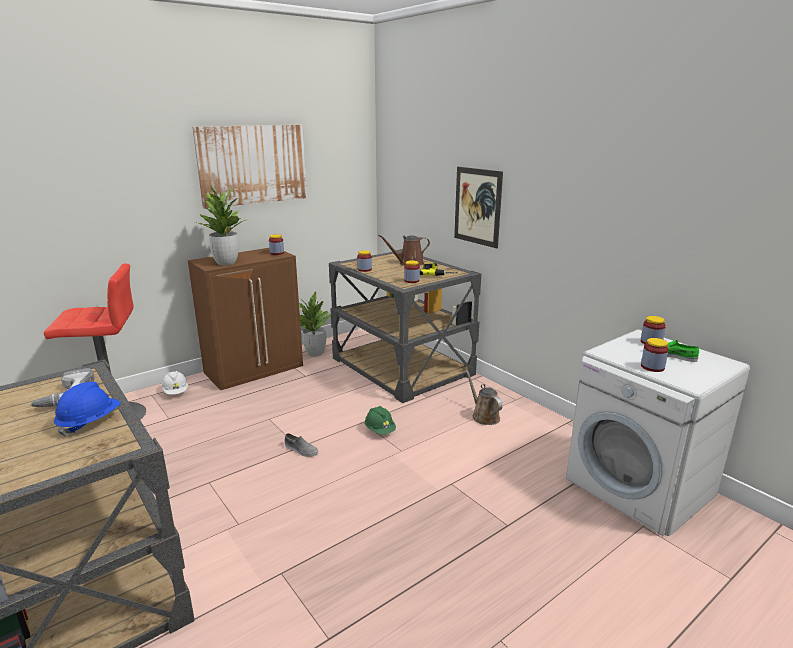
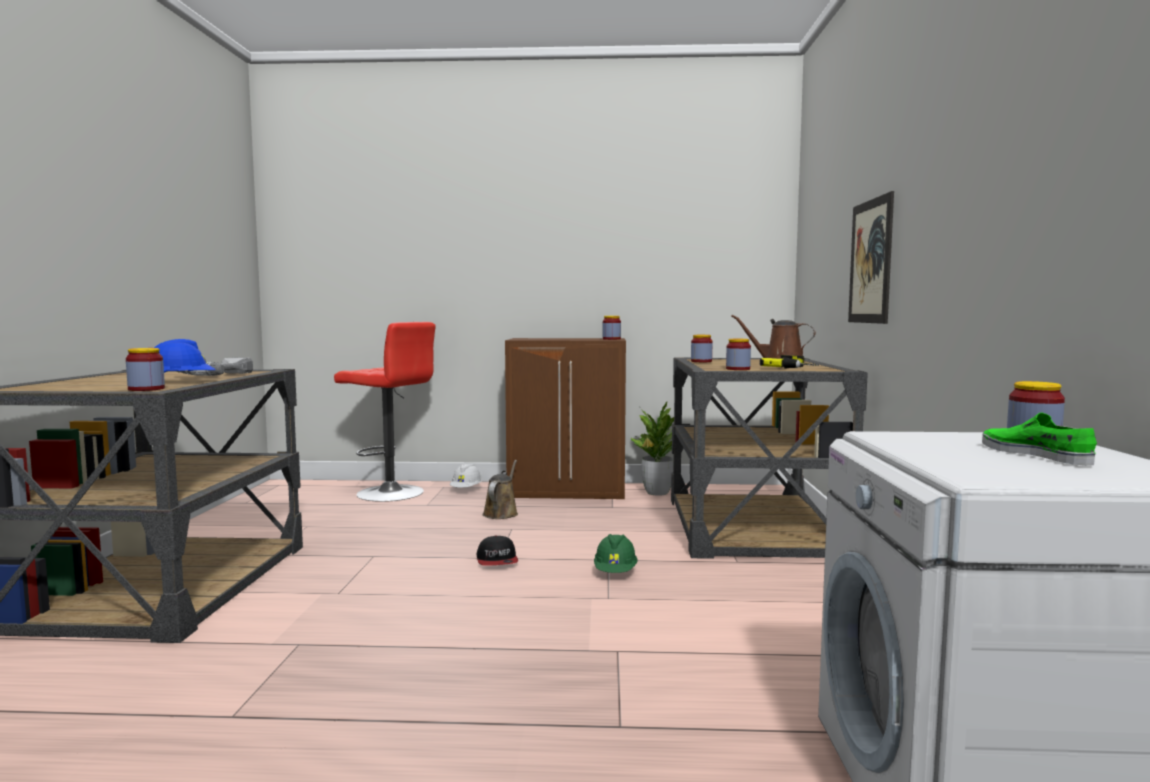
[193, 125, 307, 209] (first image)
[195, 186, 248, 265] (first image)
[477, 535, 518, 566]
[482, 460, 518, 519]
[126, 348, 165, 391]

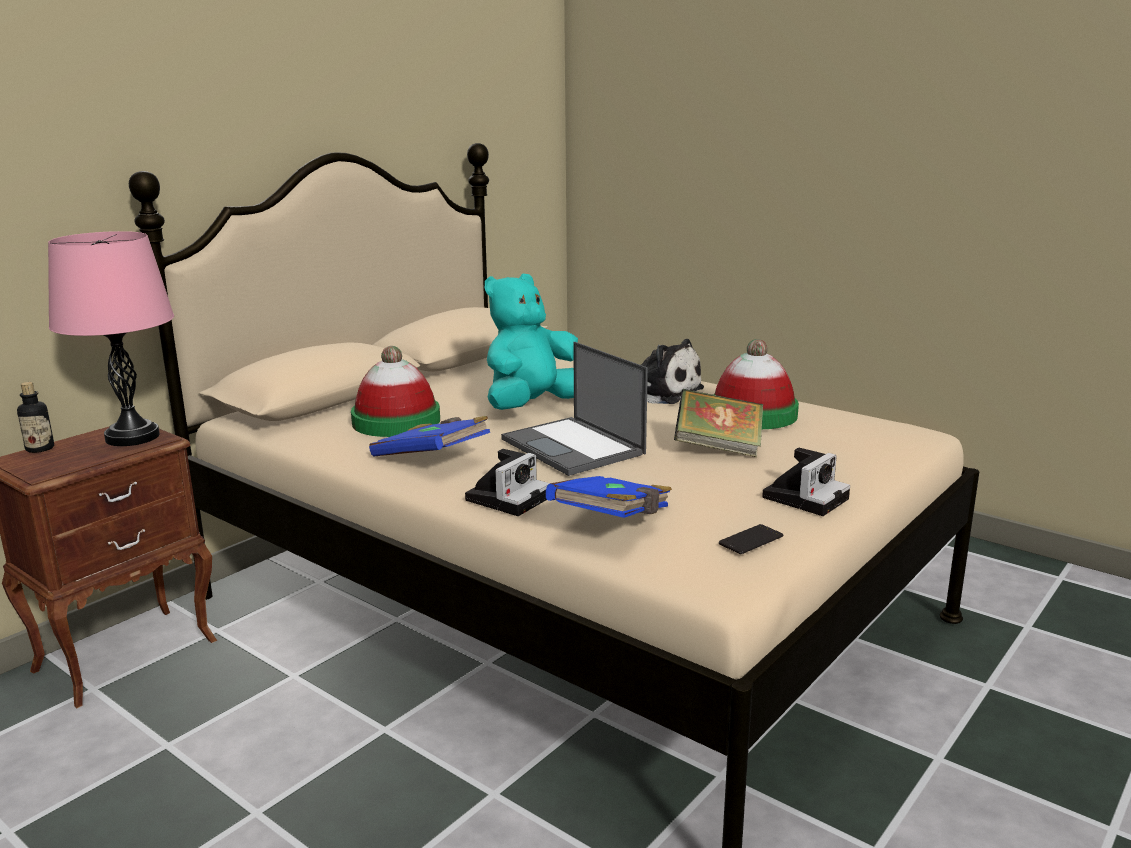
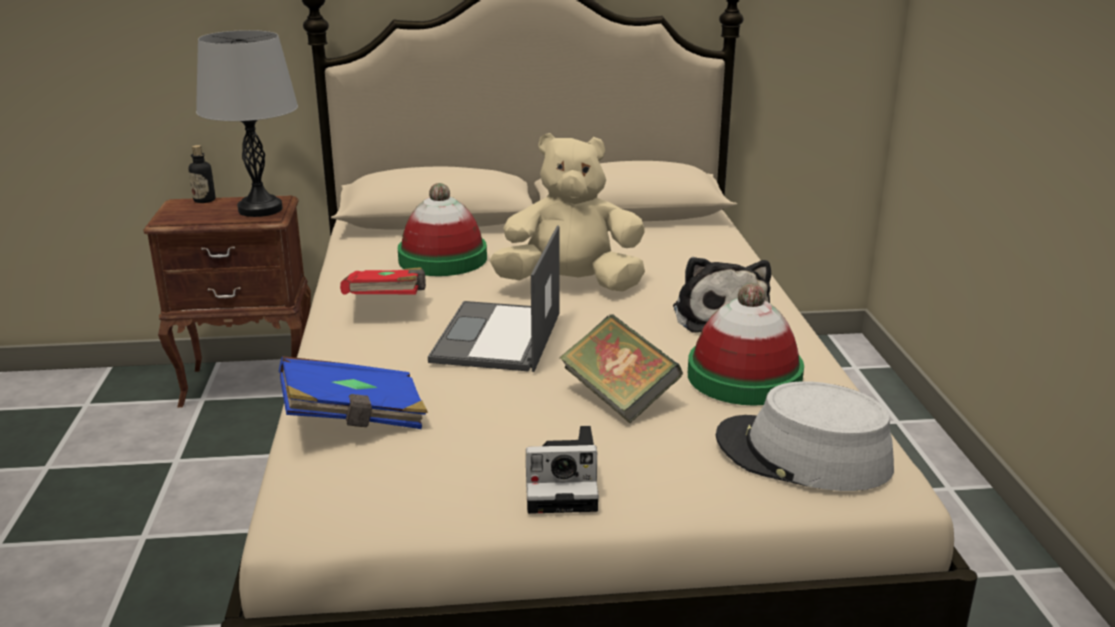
[196, 30, 298, 217]
[340, 267, 426, 295]
[465, 449, 550, 516] (first image)
[490, 133, 645, 292]
[719, 524, 783, 554] (first image)
[716, 381, 894, 491]

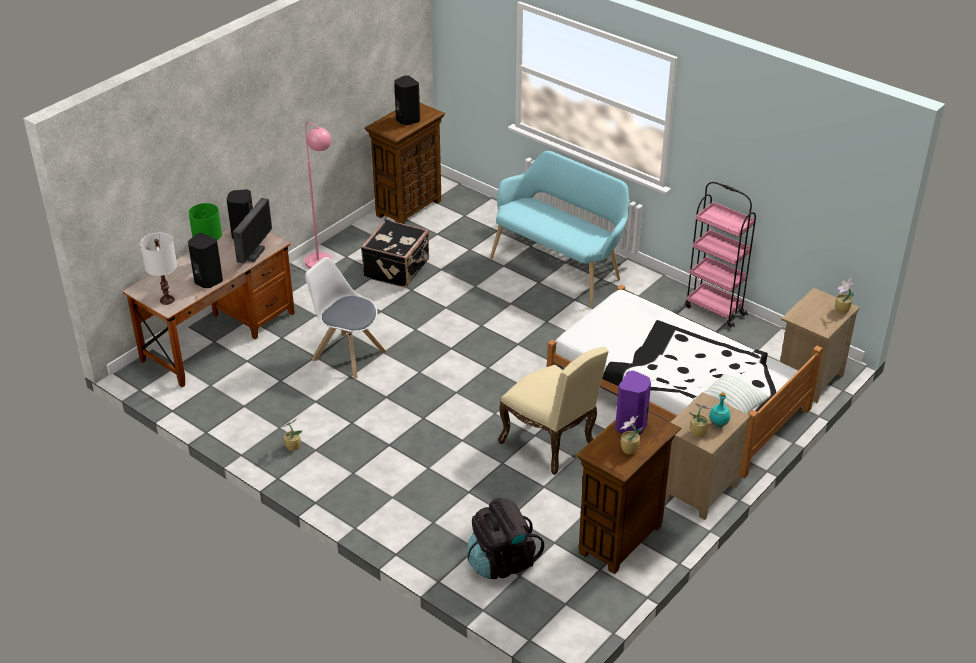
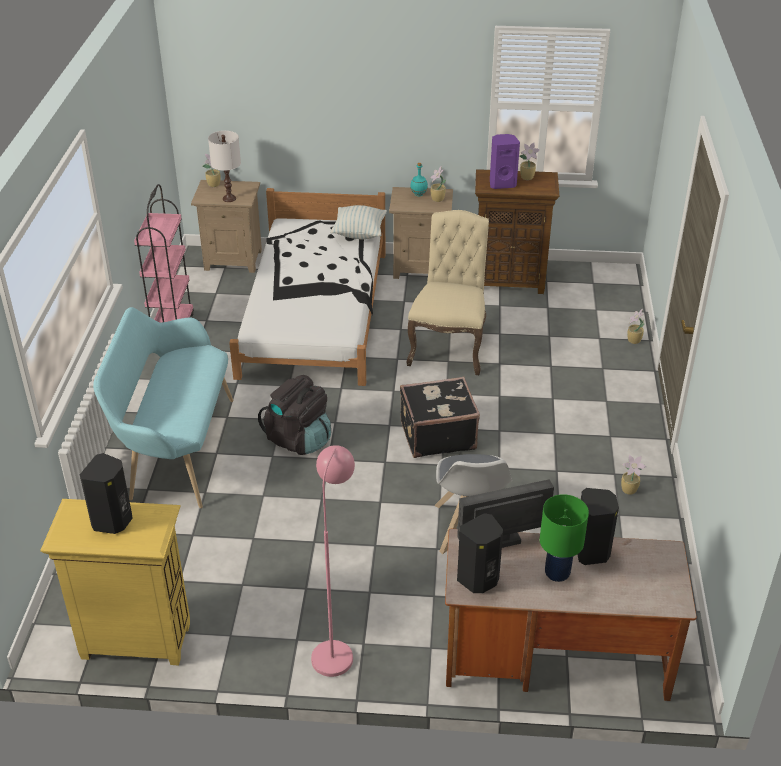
[208, 131, 241, 202]
[400, 377, 480, 458]
[40, 499, 190, 665]
[258, 375, 331, 455]
[627, 309, 644, 344]

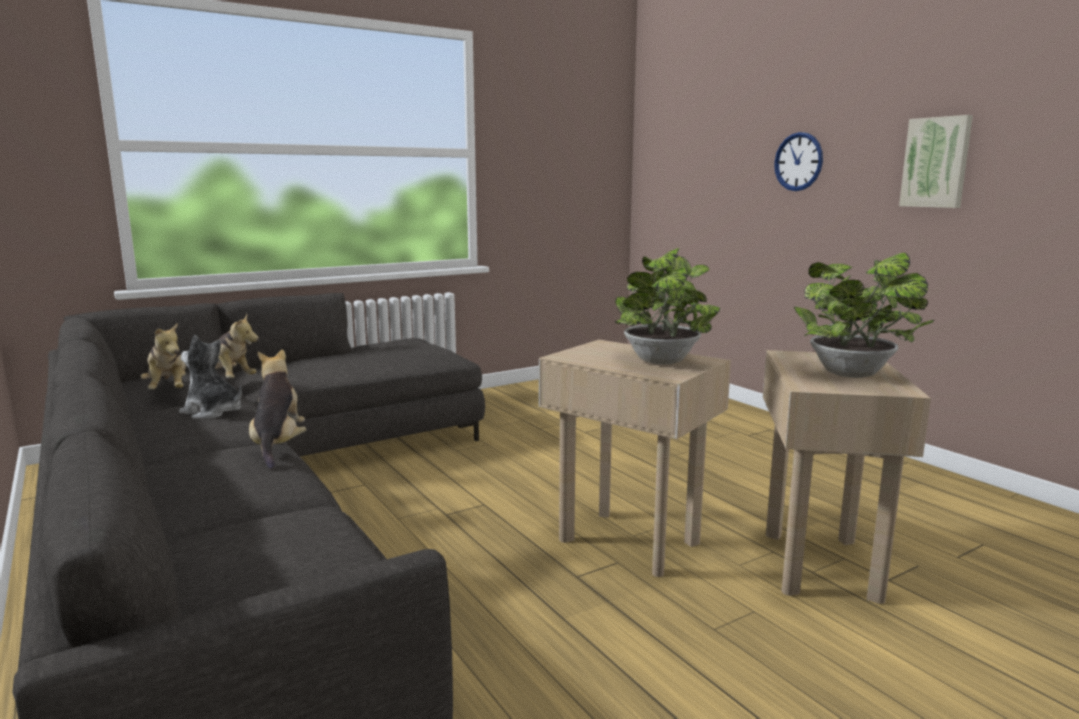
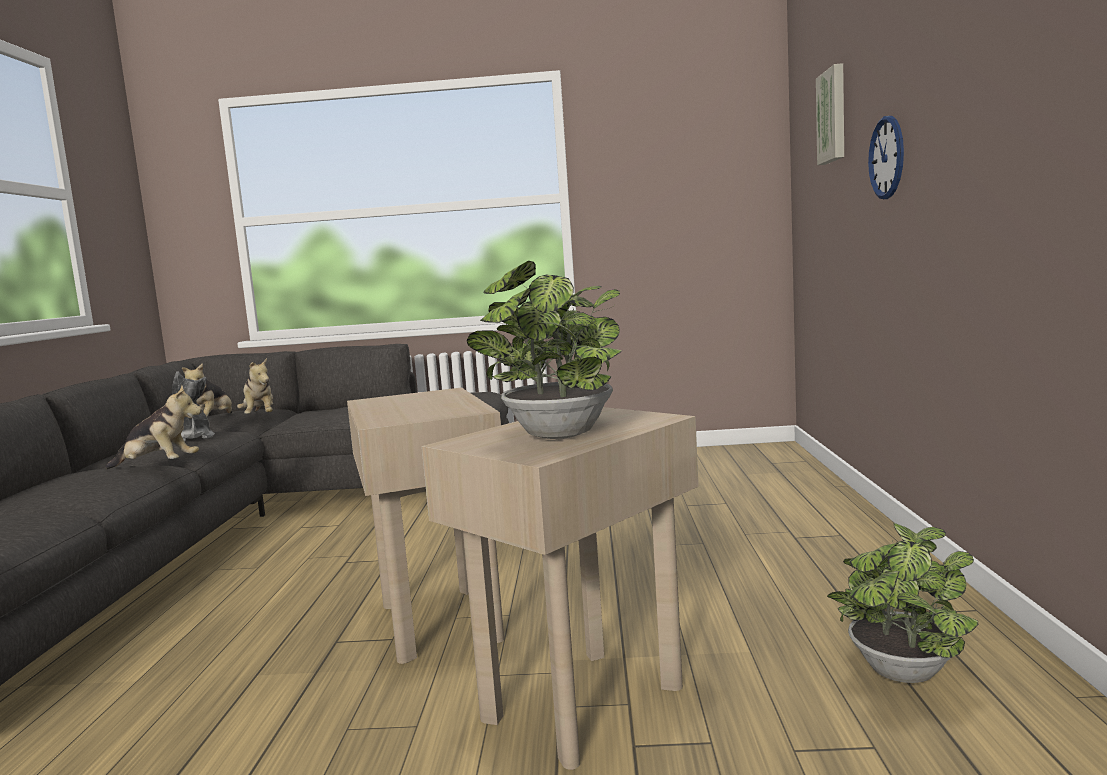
[105, 385, 202, 469]
[827, 523, 978, 683]
[816, 63, 844, 165]

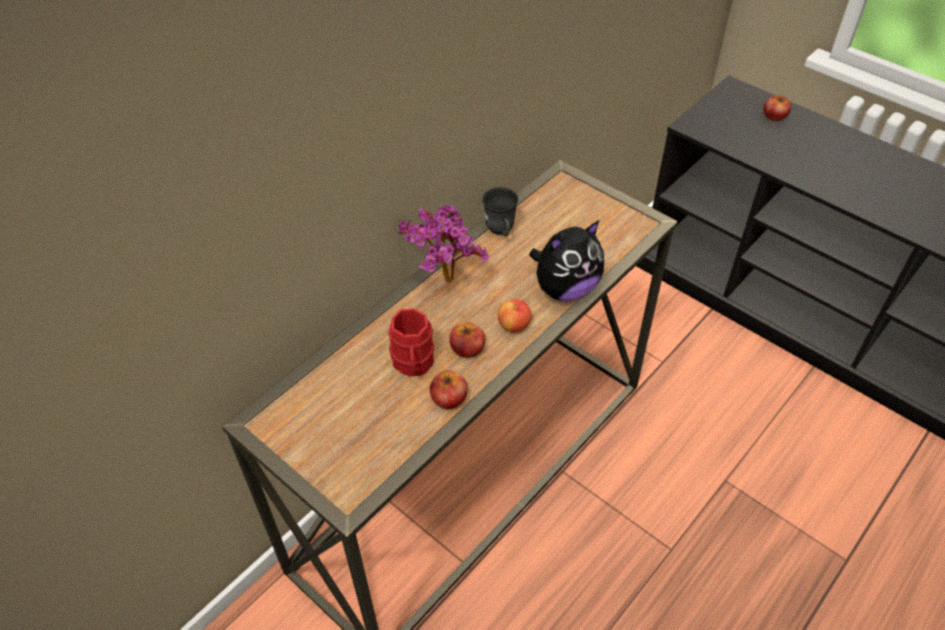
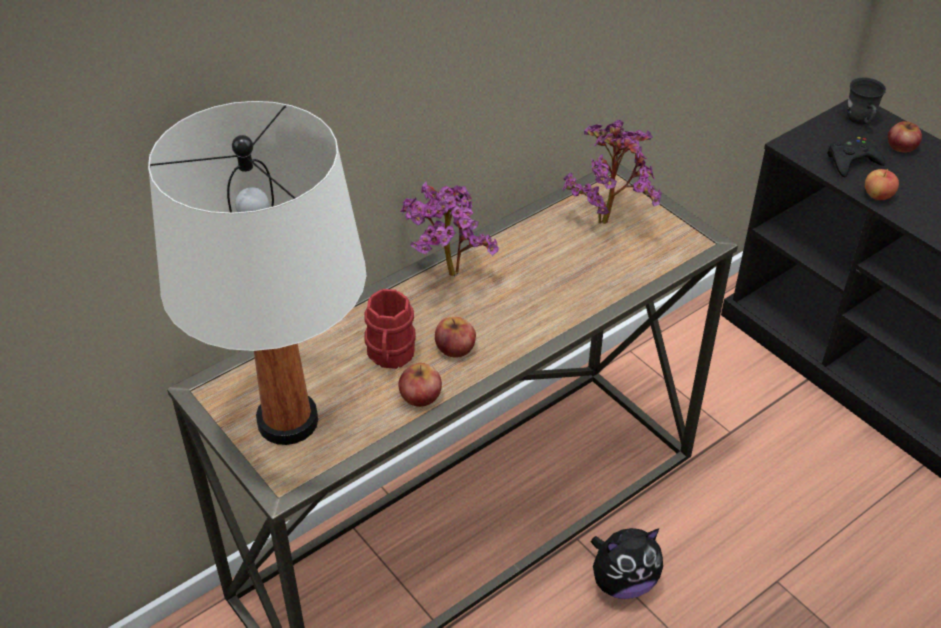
[847, 77, 886, 124]
[865, 169, 899, 200]
[591, 528, 663, 599]
[148, 101, 367, 445]
[562, 120, 662, 224]
[827, 136, 885, 177]

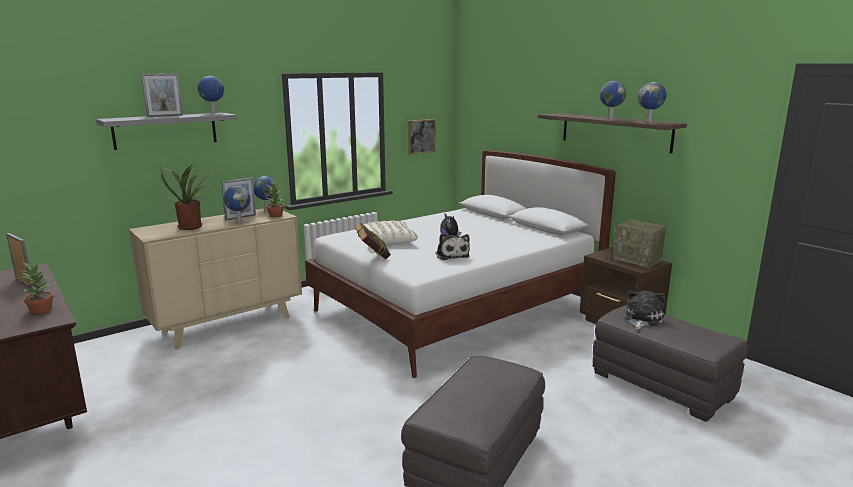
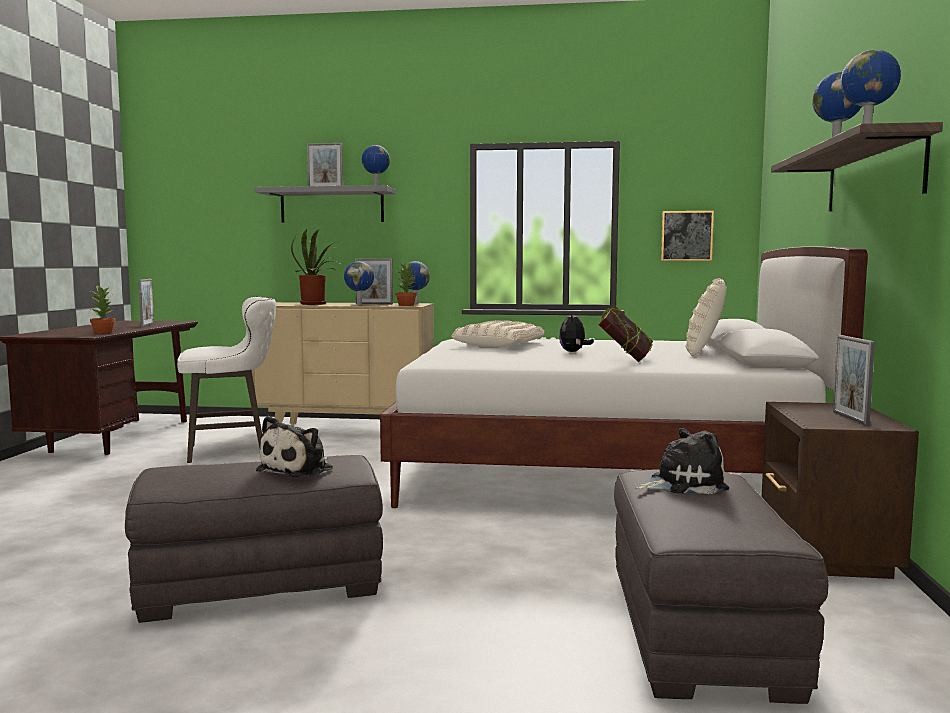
[599, 305, 653, 362]
[256, 416, 333, 477]
[833, 335, 875, 426]
[177, 297, 276, 463]
[685, 278, 727, 356]

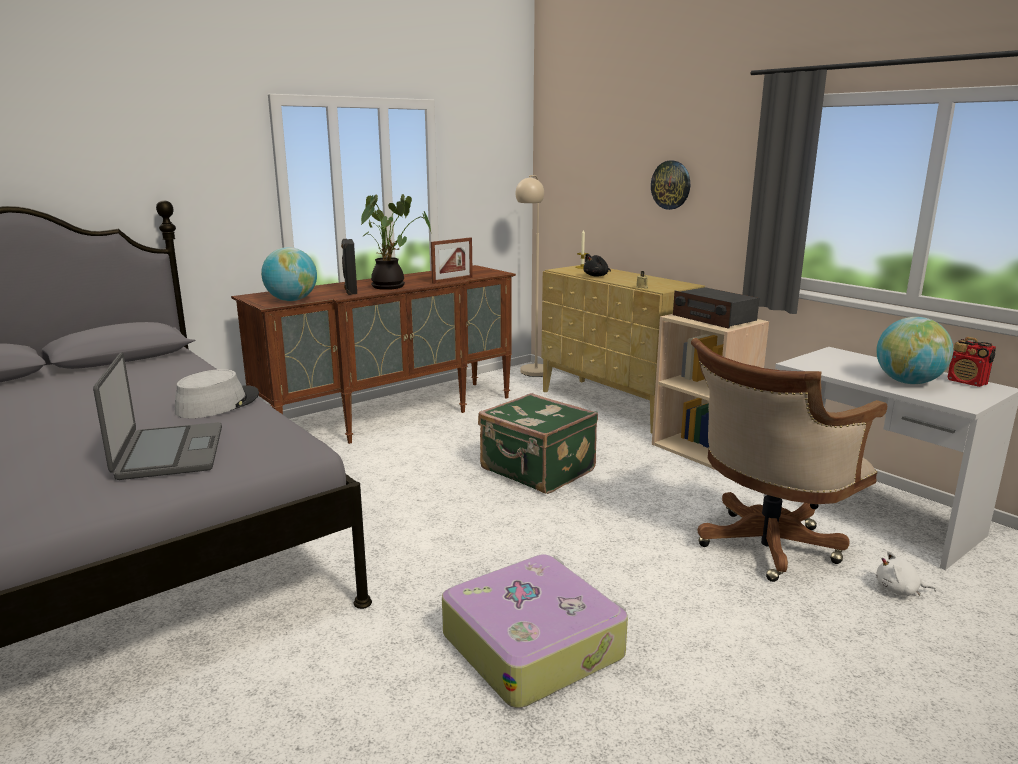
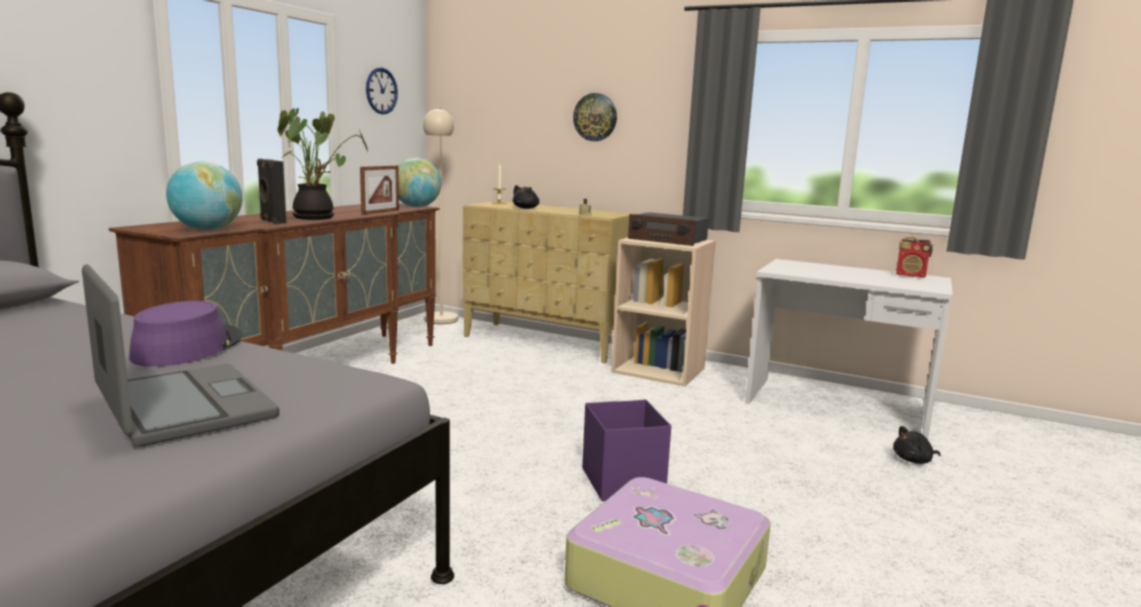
[129, 301, 242, 367]
[478, 393, 598, 494] (first image)
[691, 338, 887, 582] (first image)
[398, 158, 441, 207]
[893, 426, 941, 464]
[366, 68, 398, 114]
[582, 400, 671, 501]

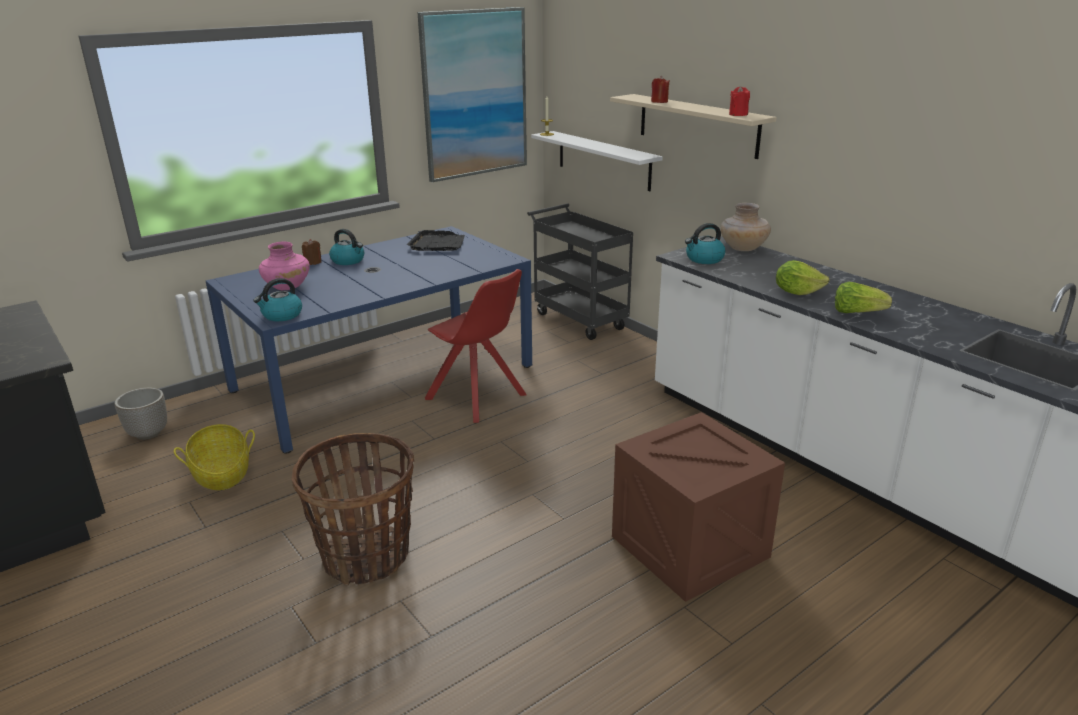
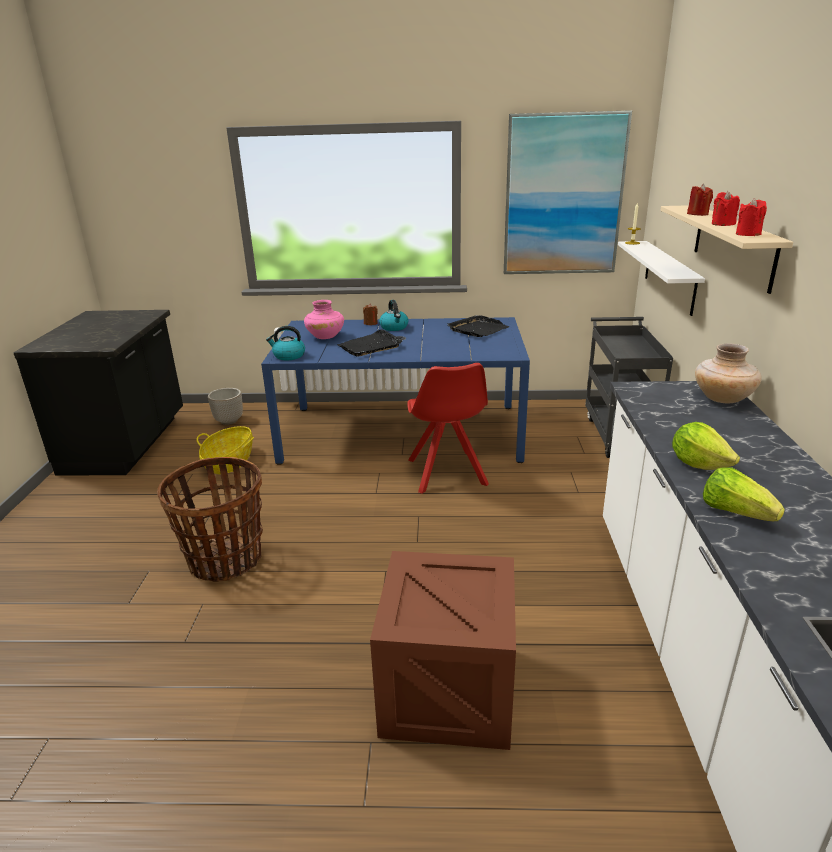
[685, 223, 725, 264] (first image)
[337, 329, 402, 357]
[712, 191, 740, 226]

